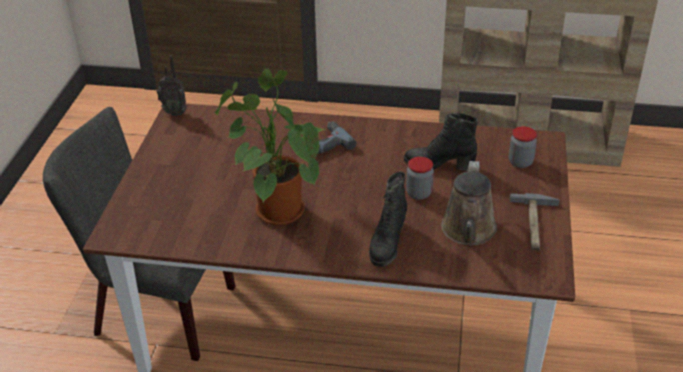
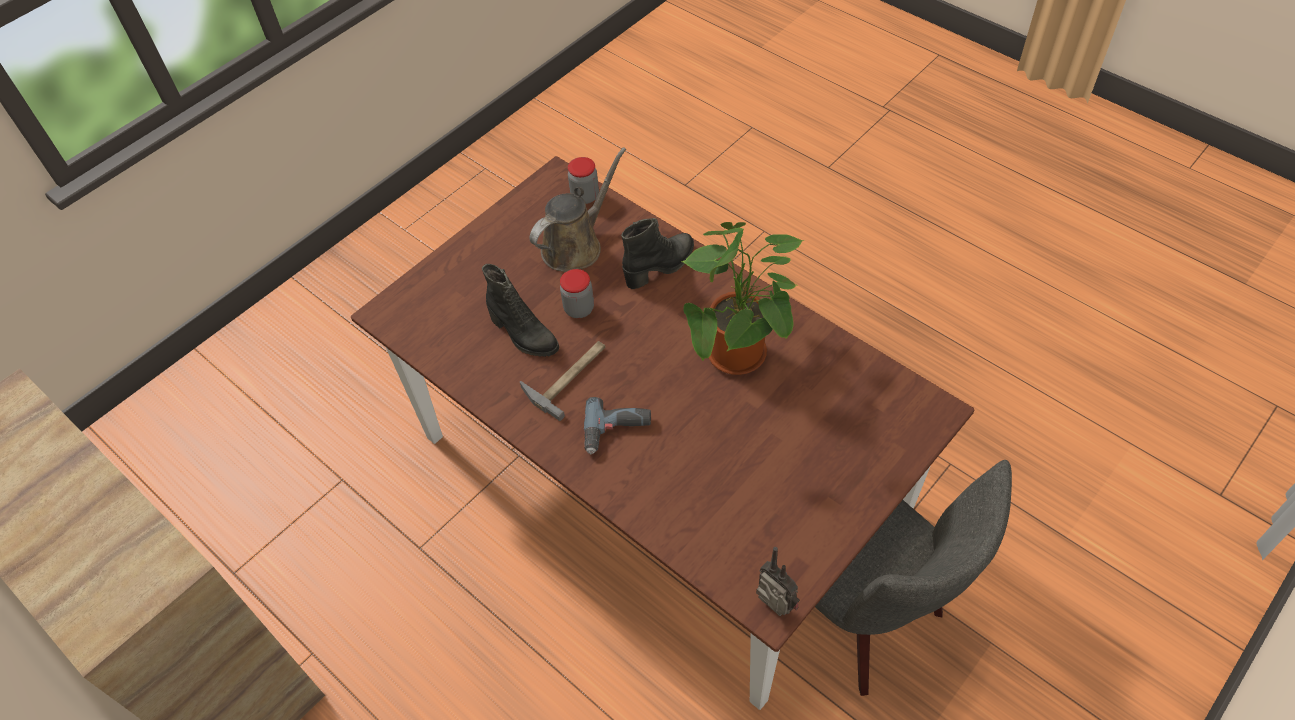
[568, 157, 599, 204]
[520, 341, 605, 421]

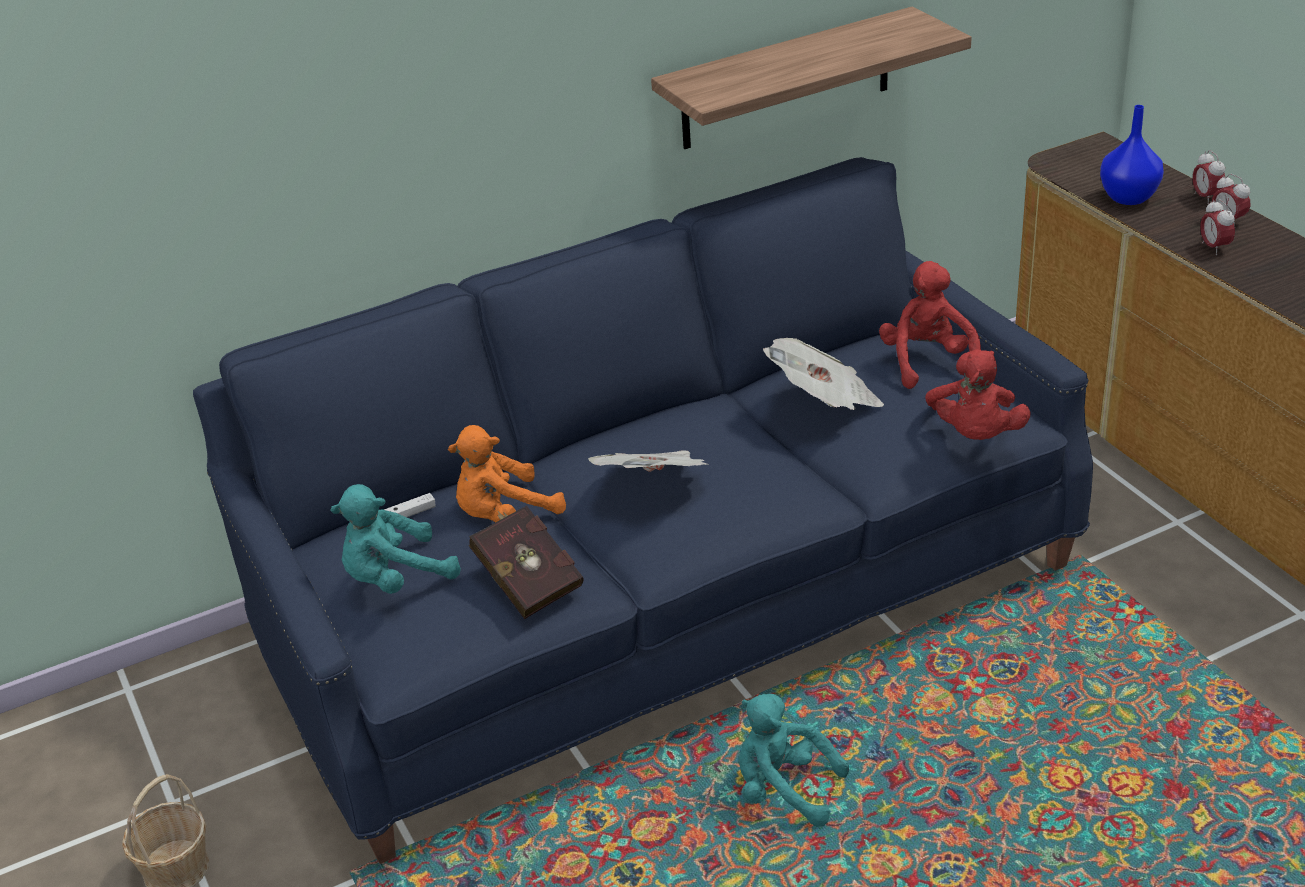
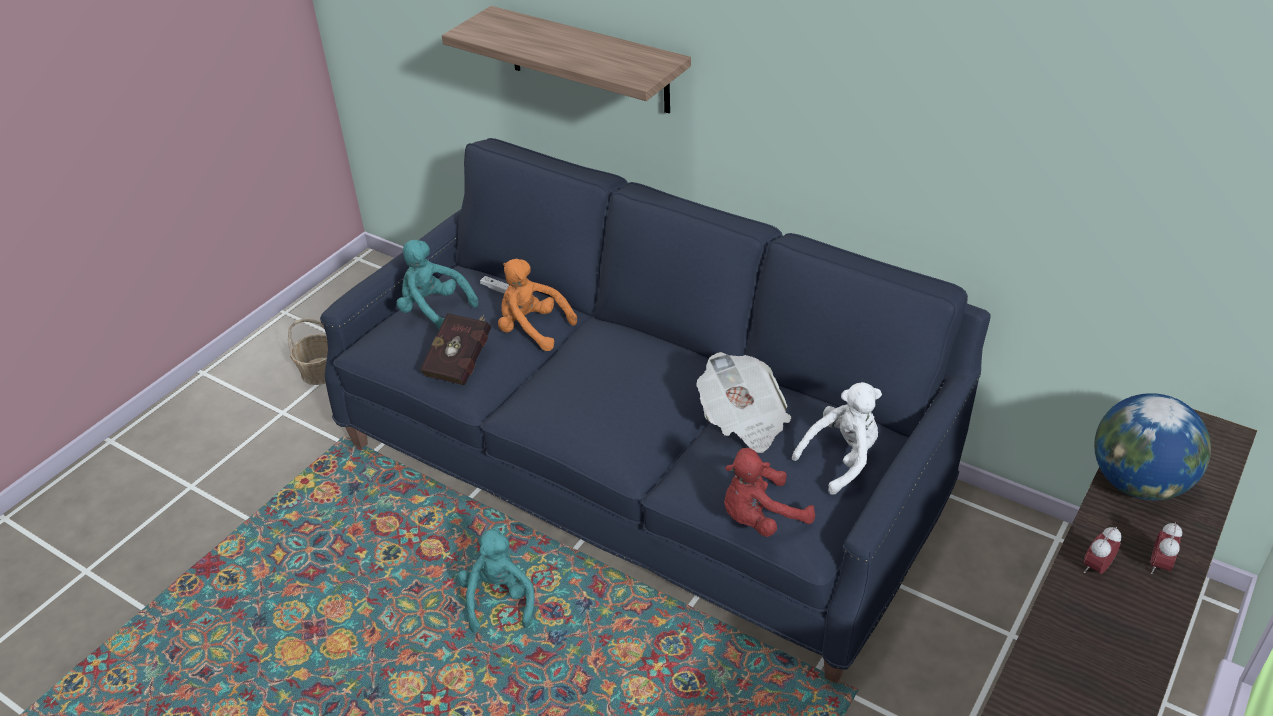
[589, 450, 709, 472] (first image)
[442, 6, 691, 113]
[792, 382, 882, 495]
[1094, 393, 1211, 500]
[1193, 150, 1225, 204] (first image)

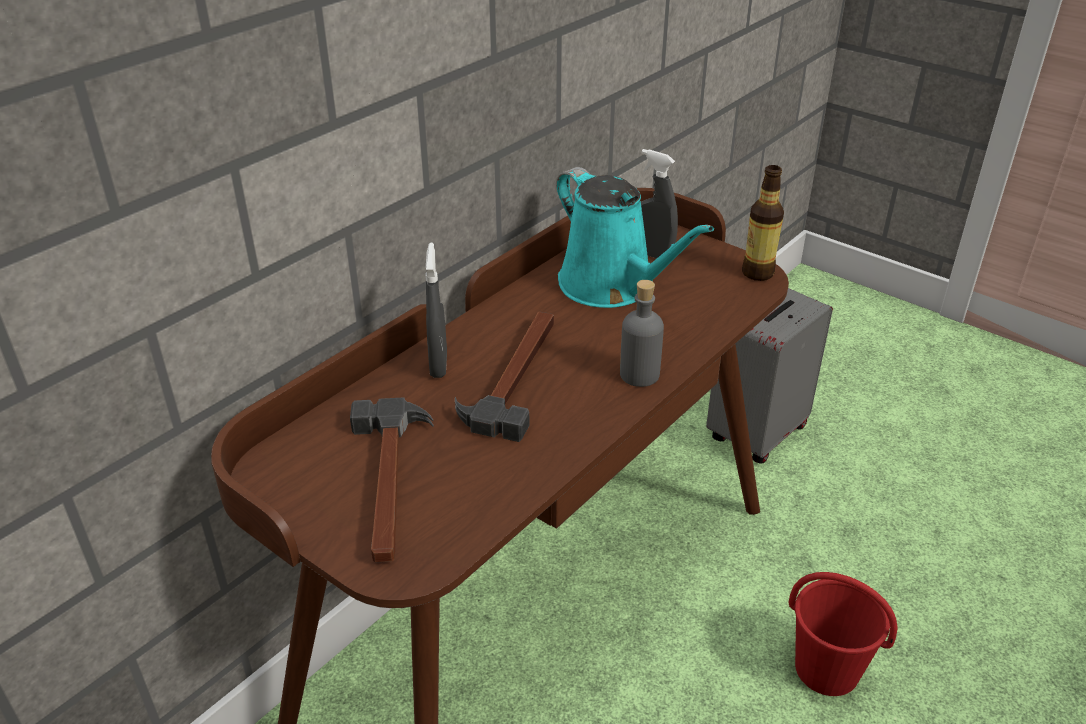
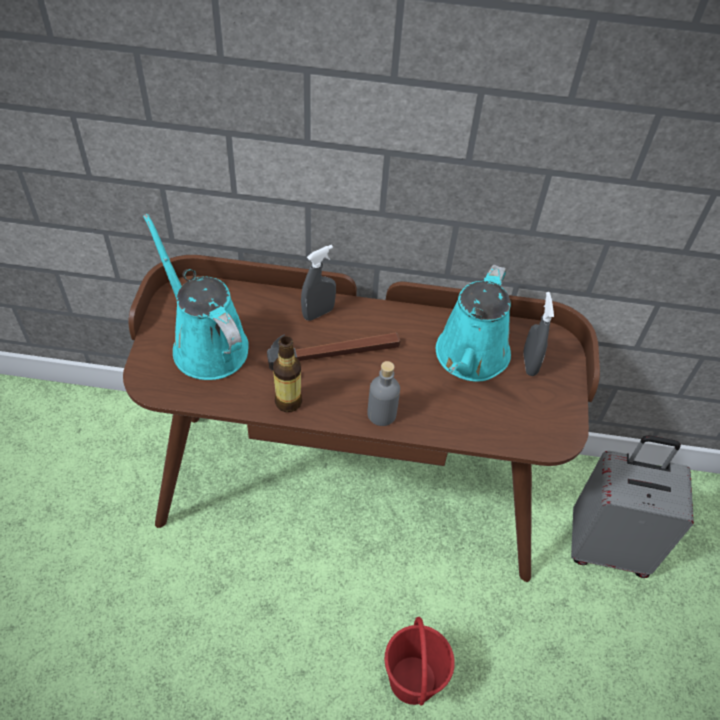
[143, 214, 249, 380]
[273, 336, 302, 412]

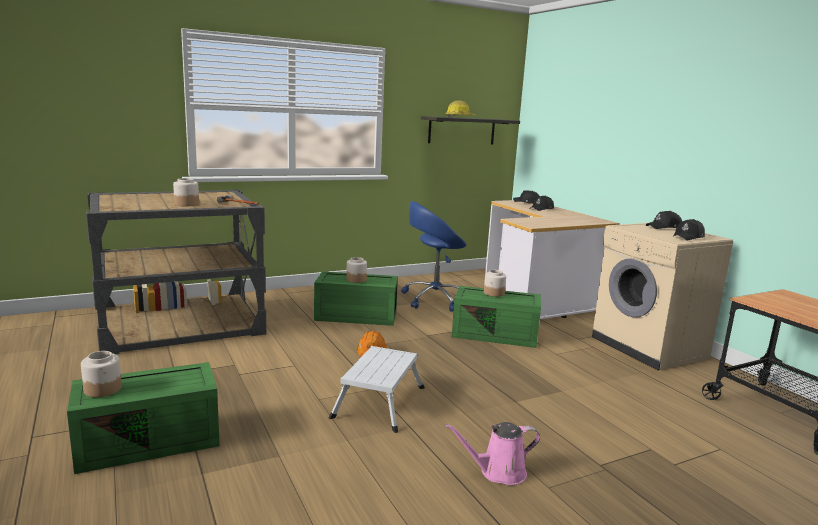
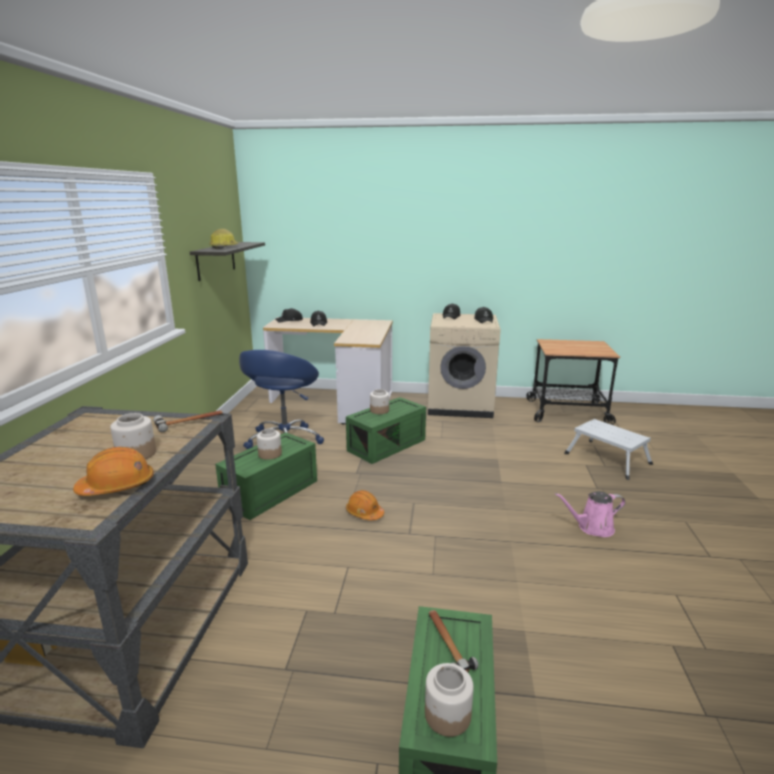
[564, 419, 653, 480]
[555, 491, 625, 537]
[73, 447, 154, 496]
[429, 610, 479, 672]

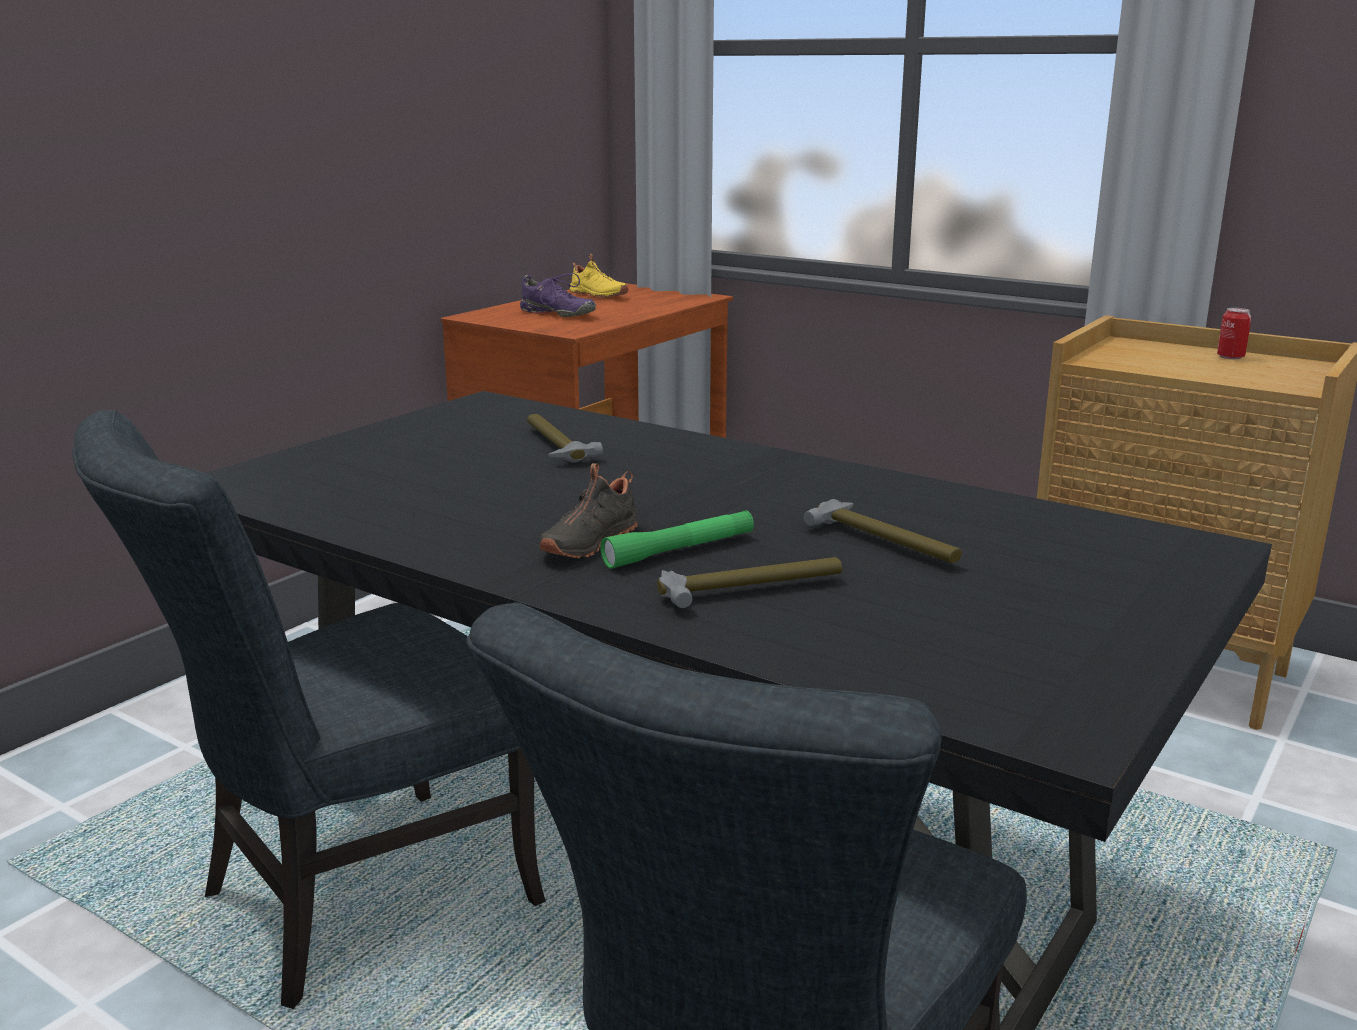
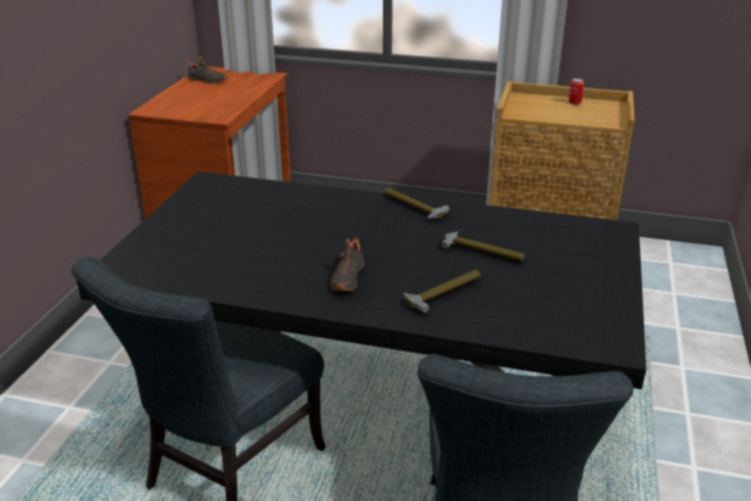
[520, 273, 596, 317] (first image)
[384, 188, 450, 219]
[187, 56, 228, 84]
[600, 510, 754, 569] (first image)

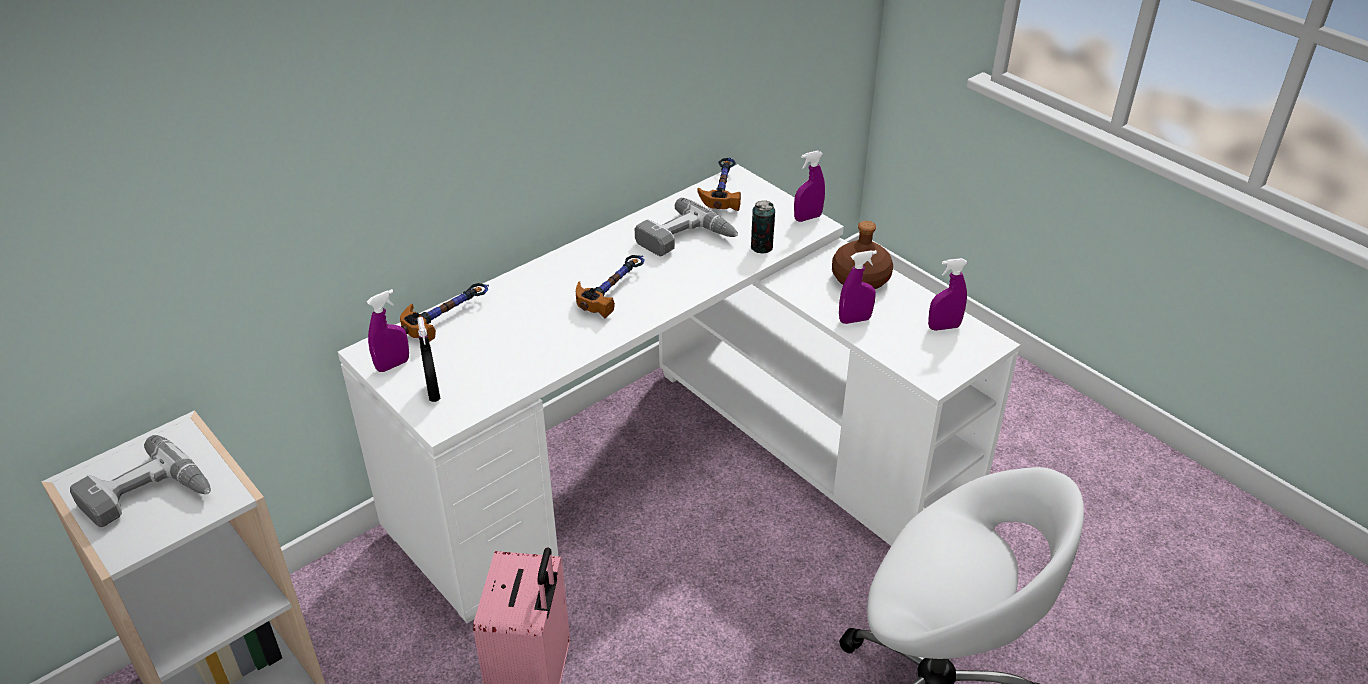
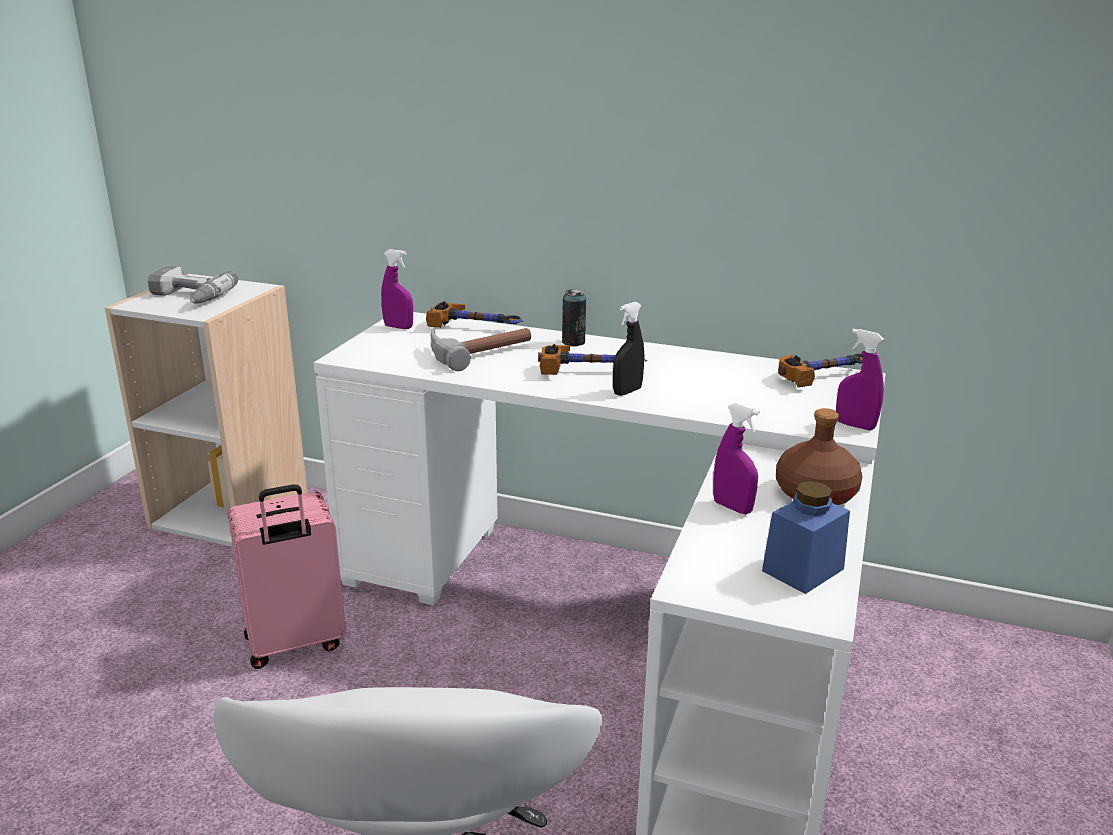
[613, 302, 644, 396]
[635, 198, 738, 257] (first image)
[562, 289, 586, 346]
[762, 481, 850, 594]
[431, 328, 531, 371]

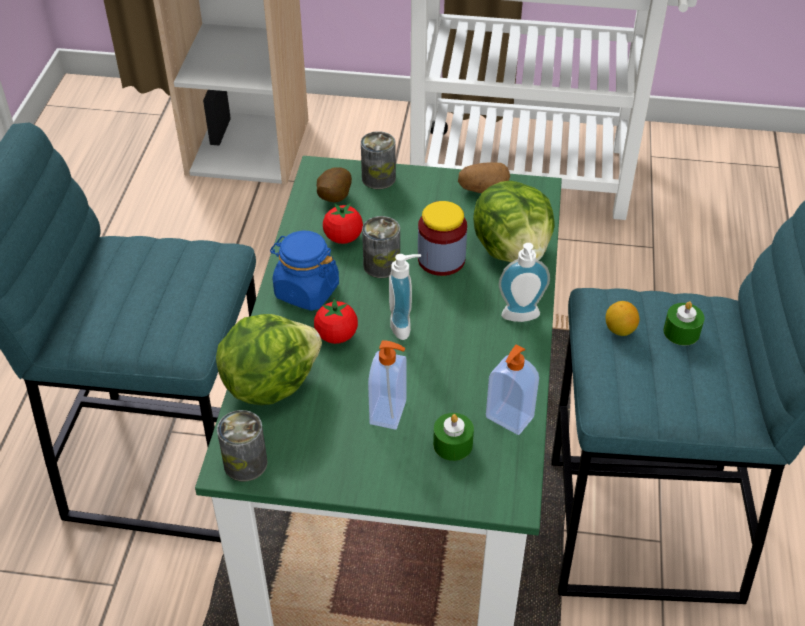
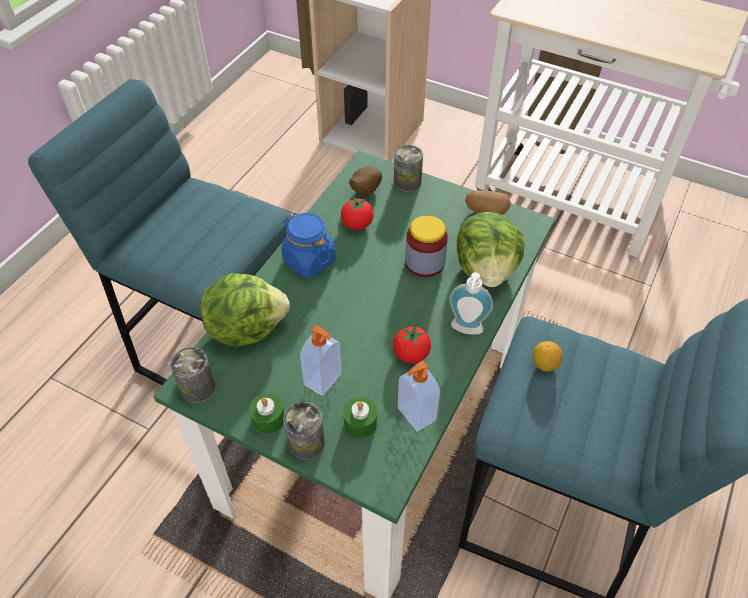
[393, 325, 431, 363]
[283, 402, 325, 460]
[389, 254, 421, 340] (first image)
[249, 394, 284, 434]

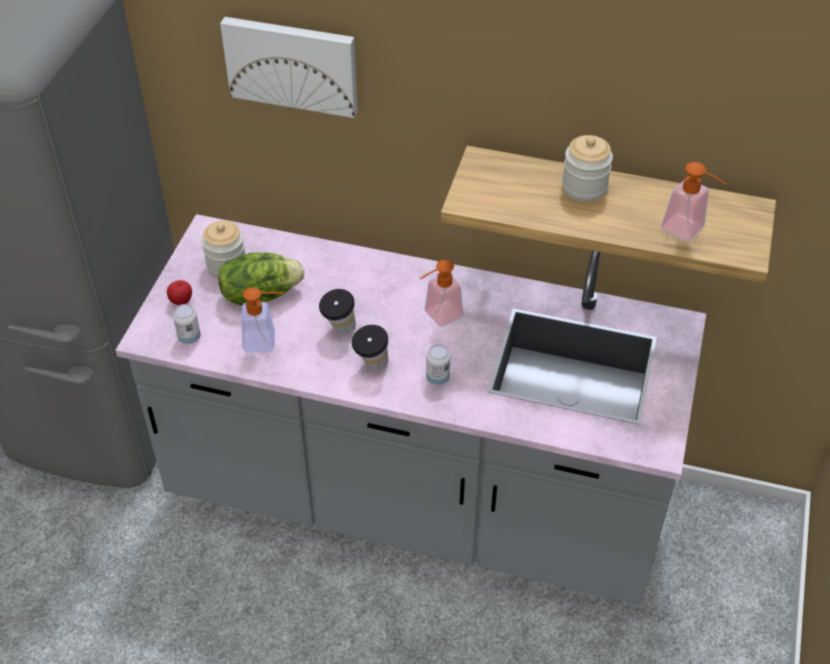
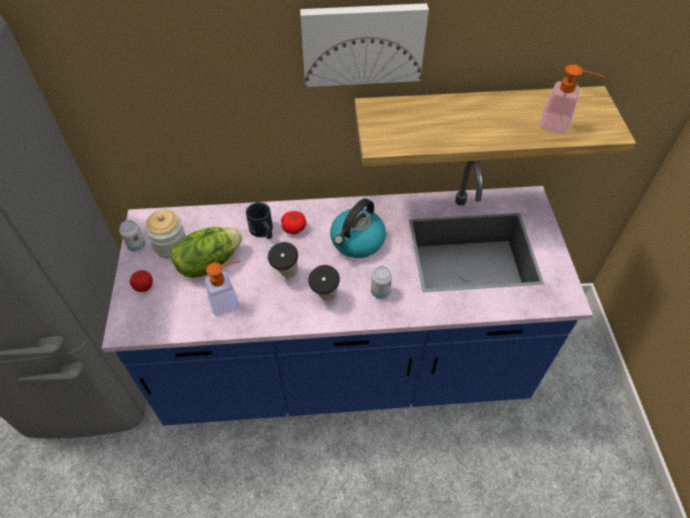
[102, 160, 593, 425]
[119, 220, 145, 252]
[300, 3, 429, 87]
[330, 198, 386, 258]
[562, 135, 613, 202] (first image)
[246, 202, 273, 239]
[281, 211, 306, 234]

